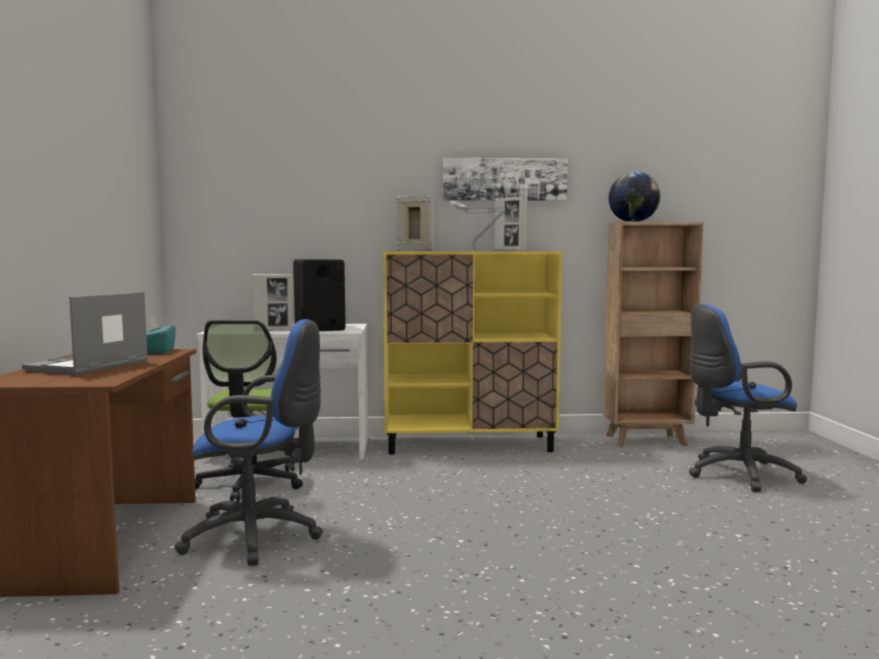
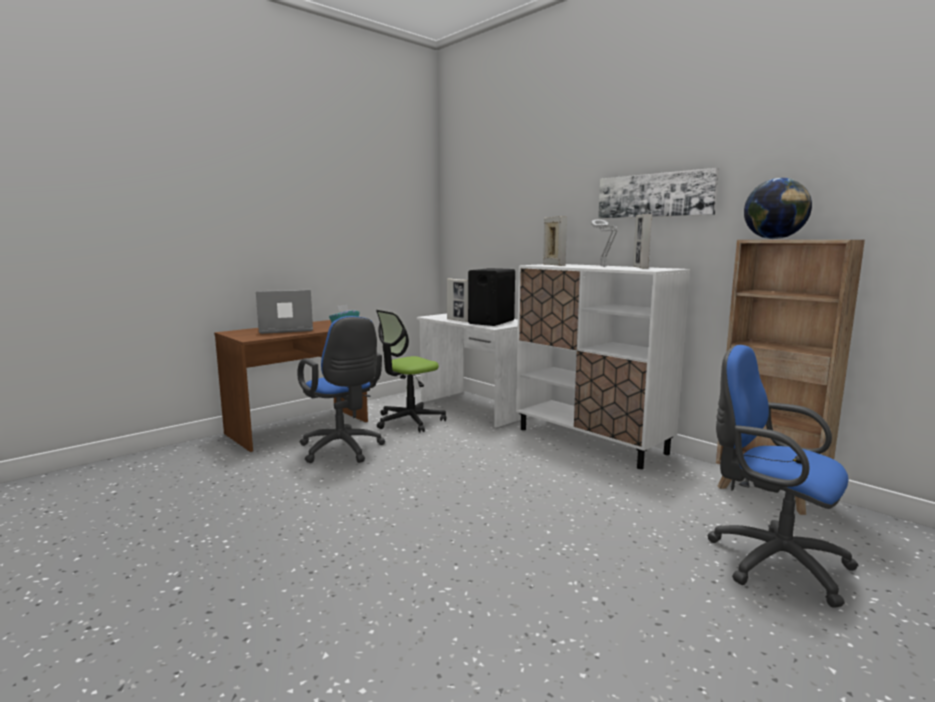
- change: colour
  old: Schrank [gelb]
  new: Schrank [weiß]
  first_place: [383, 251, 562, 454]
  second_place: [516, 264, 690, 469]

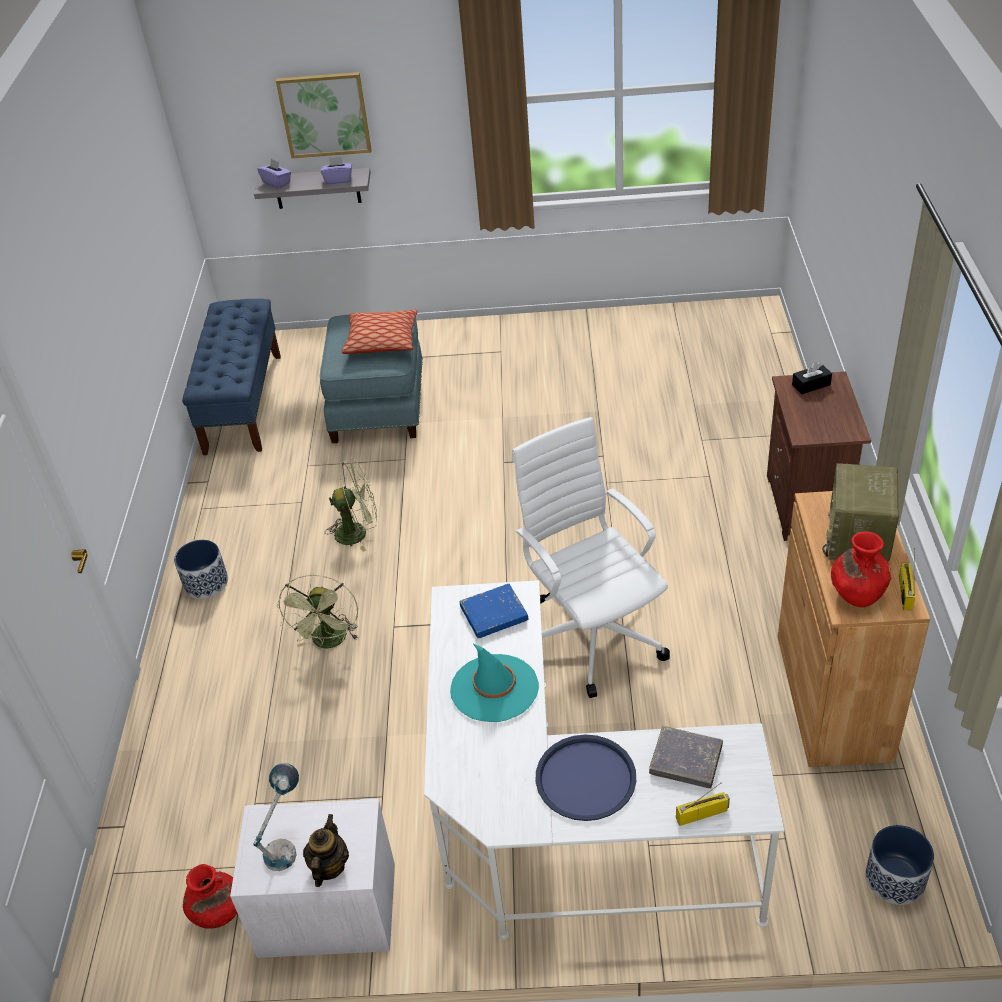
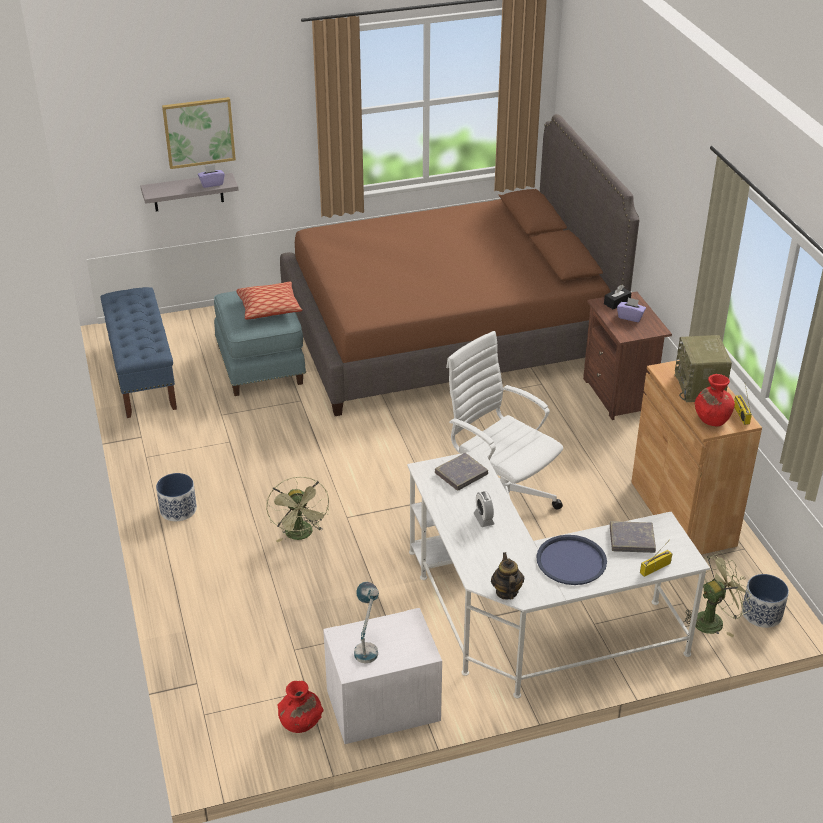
- change: appeared
  new: Bett [braun]
  second_place: [280, 114, 639, 416]
- change: colour
  old: Buch [blau]
  new: Buch [grau]
  first_place: [459, 584, 529, 638]
  second_place: [435, 453, 488, 491]
- change: exchanged
  old: Hut [türkis]
  new: Wecker
  first_place: [450, 644, 539, 722]
  second_place: [474, 491, 495, 527]
- change: relocated
  old: Teekanne
  first_place: [303, 814, 349, 887]
  second_place: [491, 552, 524, 599]
- change: relocated
  old: Taschentuchbox [lila]
  first_place: [257, 159, 291, 189]
  second_place: [617, 297, 646, 322]
- change: relocated
  old: Ventilator [grün]
  first_place: [325, 458, 377, 552]
  second_place: [683, 552, 752, 637]

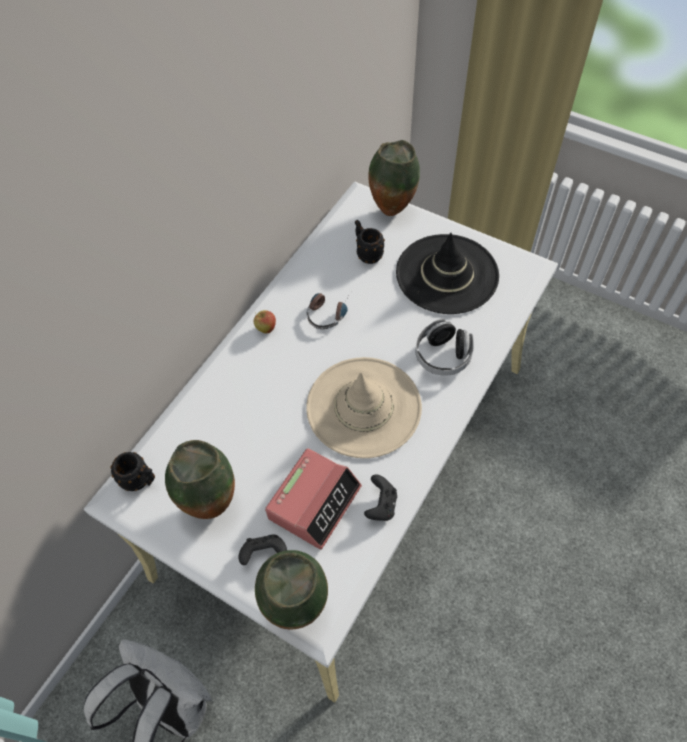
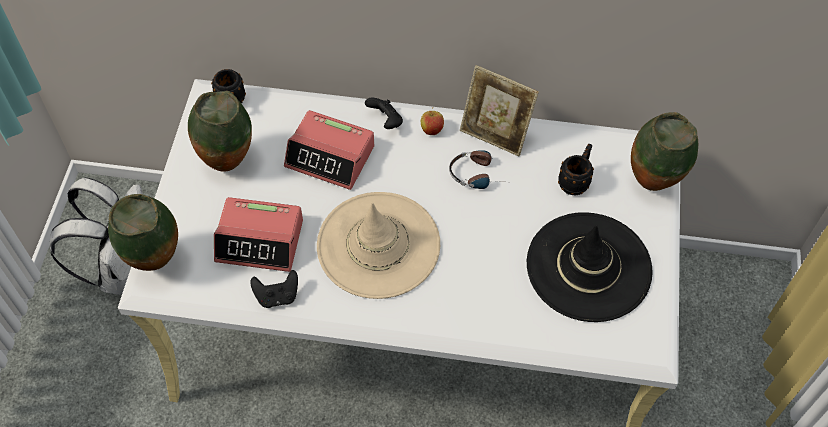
- change: appeared
  new: Wecker
  second_place: [284, 110, 374, 190]
- change: relocated
  old: Gamepad [schwarz]
  first_place: [239, 535, 287, 565]
  second_place: [365, 98, 403, 129]
- change: appeared
  new: Bilderrahmen
  second_place: [460, 65, 539, 156]
- change: missing
  old: Kopfhörer
  first_place: [415, 319, 474, 376]

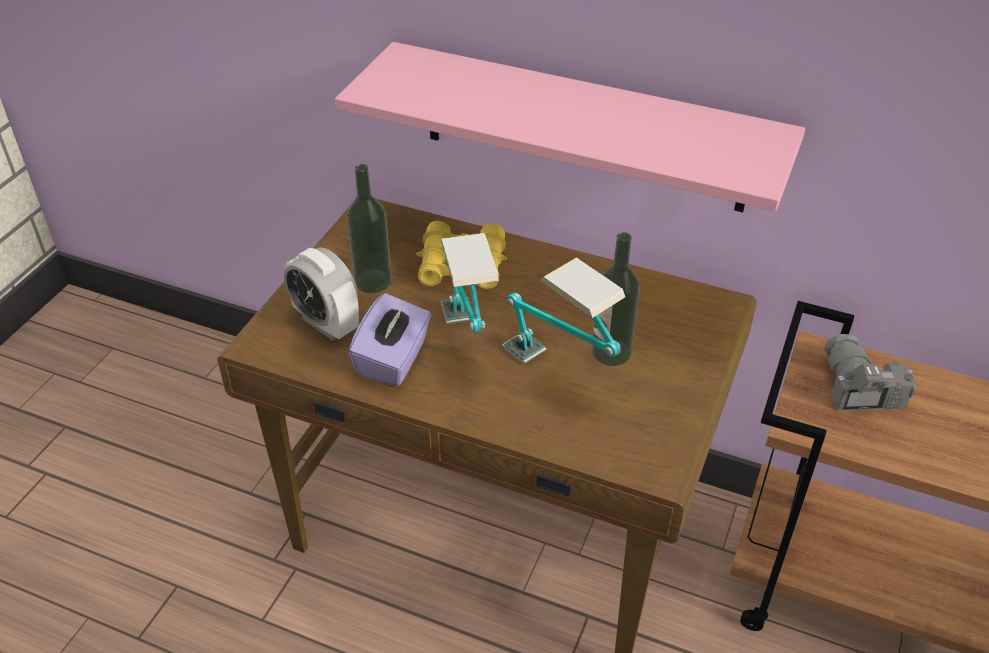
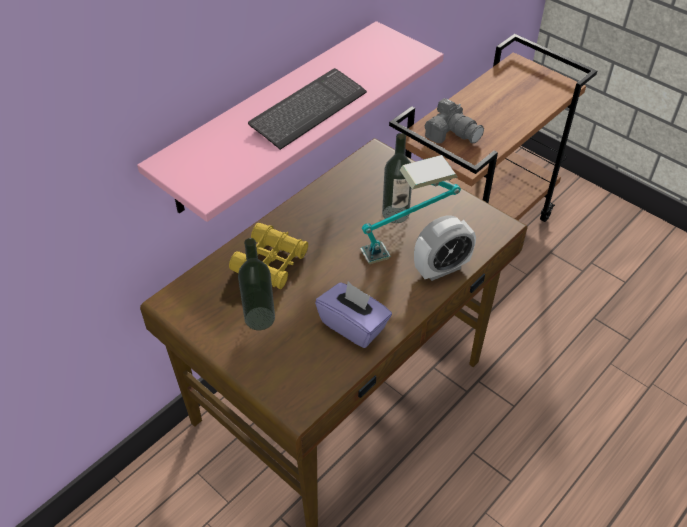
- change: appeared
  new: Tastatur
  second_place: [248, 68, 367, 150]
- change: relocated
  old: Wecker
  first_place: [284, 247, 359, 341]
  second_place: [414, 215, 476, 281]
- change: spun
  old: Kamera
  first_place: [824, 334, 916, 411]
  second_place: [425, 98, 484, 143]
  degrees: -150
- change: missing
  old: Tischlampe
  first_place: [441, 233, 499, 334]

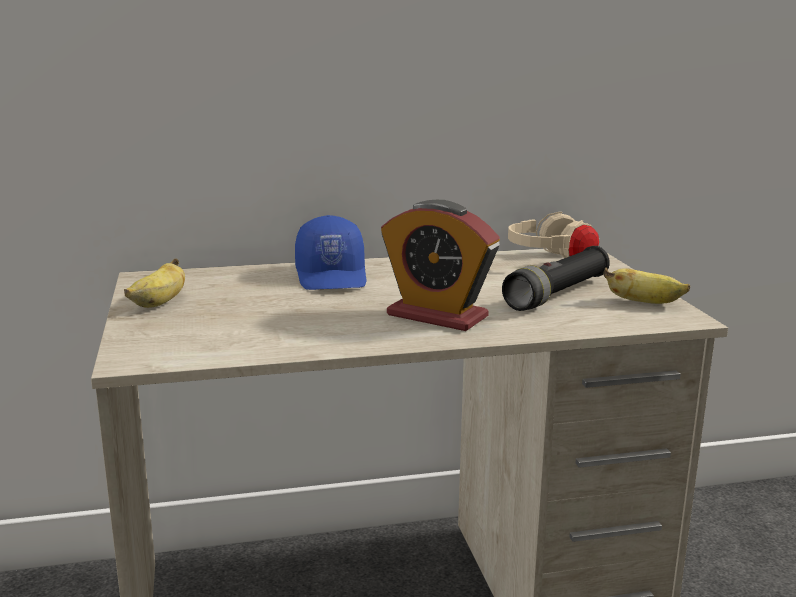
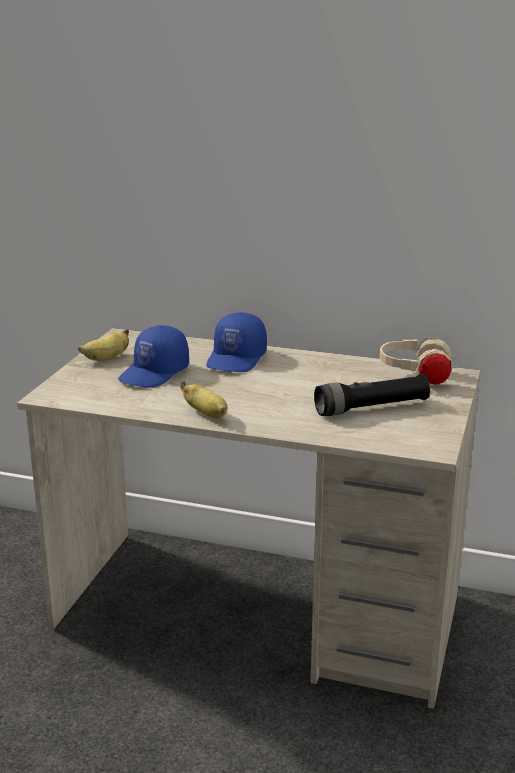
- change: appeared
  new: Kappe [blau]
  second_place: [118, 325, 189, 388]
- change: relocated
  old: Banane
  first_place: [603, 268, 690, 304]
  second_place: [180, 381, 228, 418]
- change: missing
  old: Wecker
  first_place: [381, 200, 500, 331]

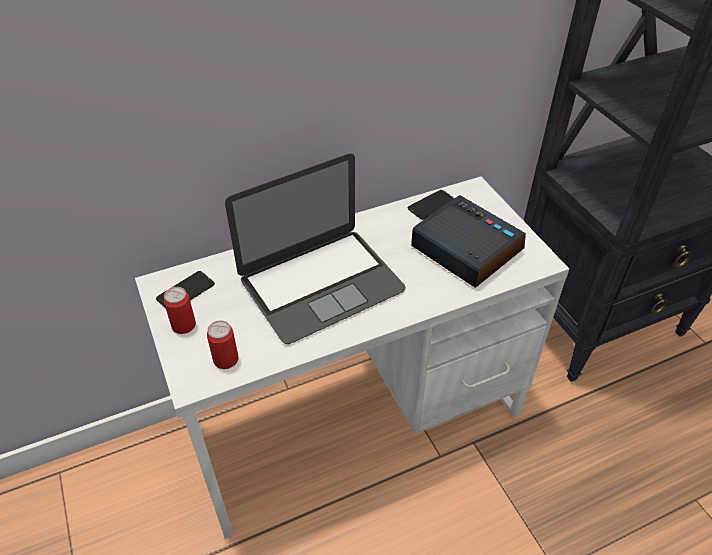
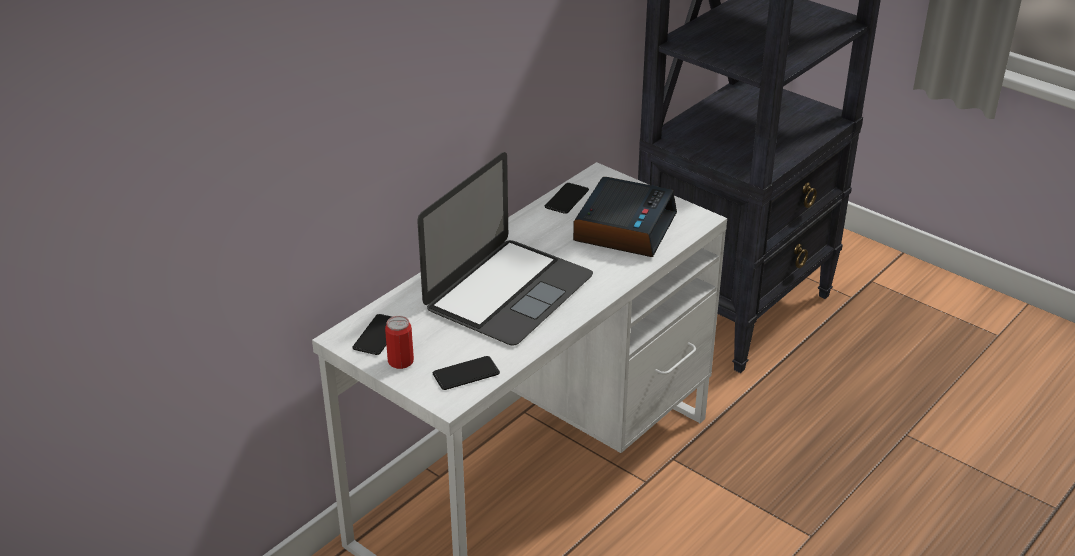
- change: exchanged
  old: Dose
  new: Handy
  first_place: [207, 320, 238, 369]
  second_place: [433, 356, 500, 390]
- change: spun
  old: Wecker
  first_place: [411, 195, 526, 288]
  second_place: [573, 177, 677, 257]
  degrees: 90

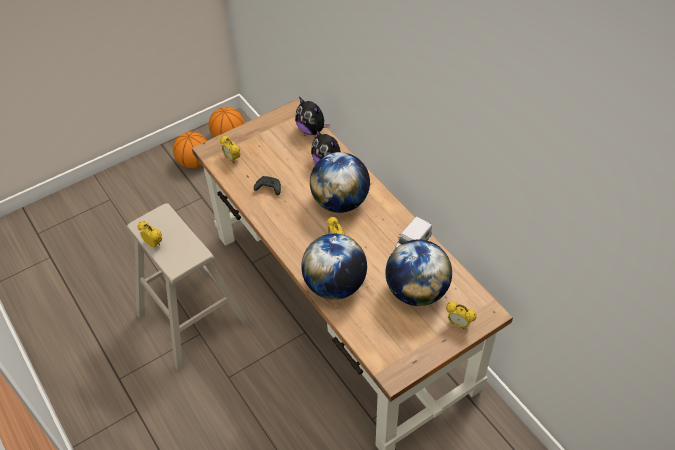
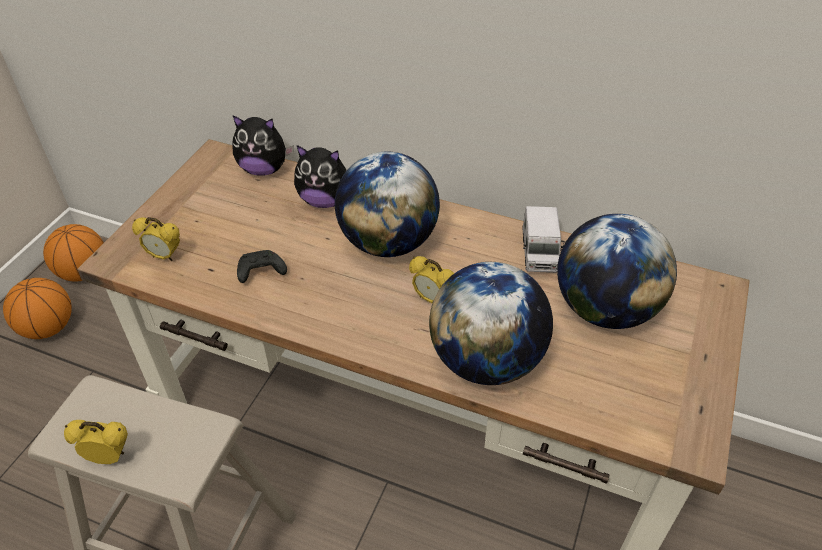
- change: missing
  old: Wecker
  first_place: [446, 301, 477, 329]

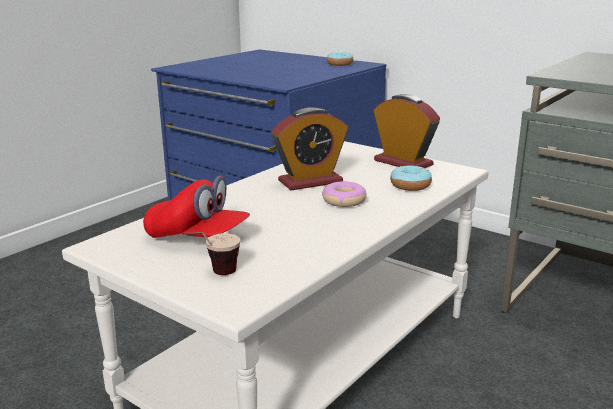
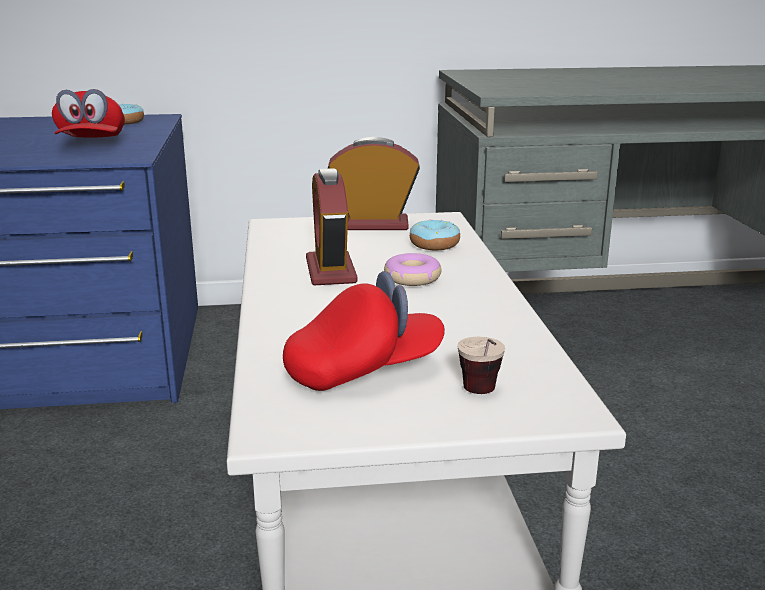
- change: appeared
  new: Kappe [rot]
  second_place: [52, 89, 125, 137]
- change: spun
  old: Wecker
  first_place: [271, 108, 348, 190]
  second_place: [306, 168, 358, 285]
  degrees: 150

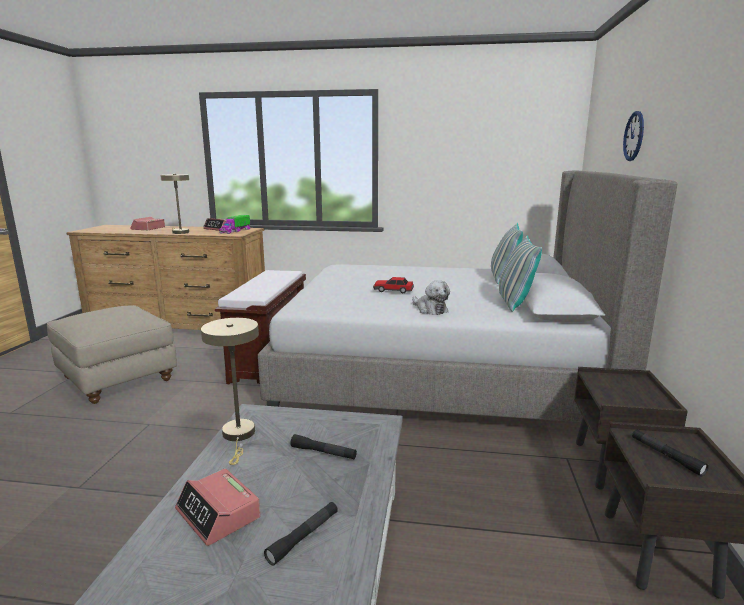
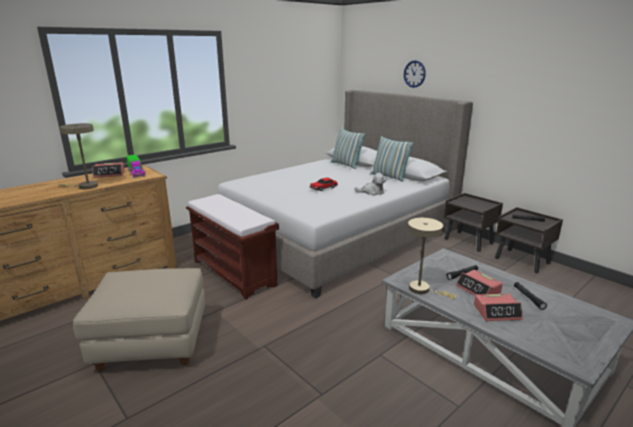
- change: relocated
  old: Wecker
  first_place: [130, 217, 165, 230]
  second_place: [456, 270, 503, 296]

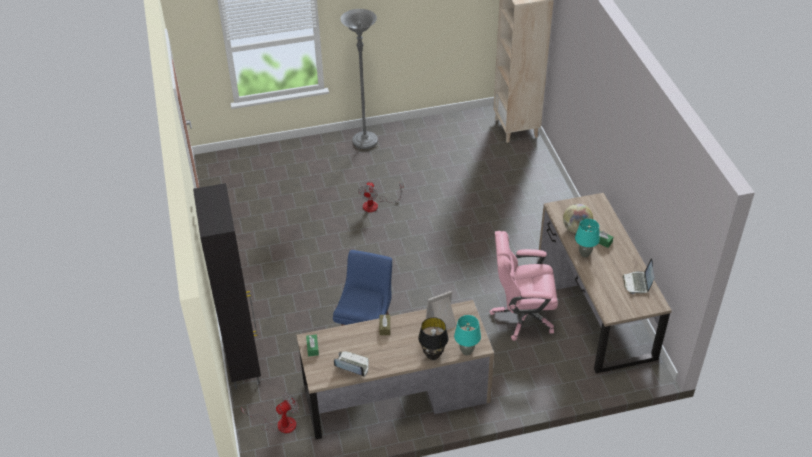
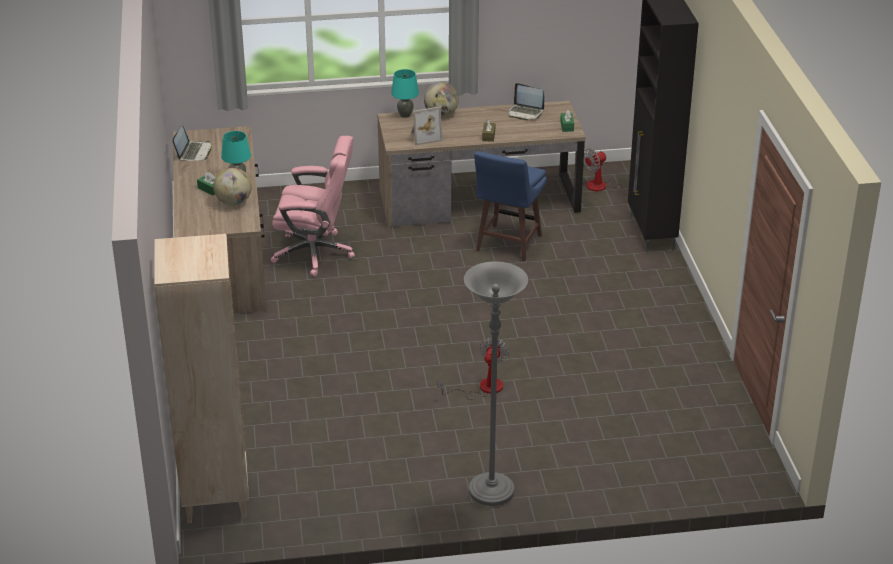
- change: exchanged
  old: Tischlampe [schwarz]
  new: Globus
  first_place: [418, 317, 448, 360]
  second_place: [424, 82, 459, 117]

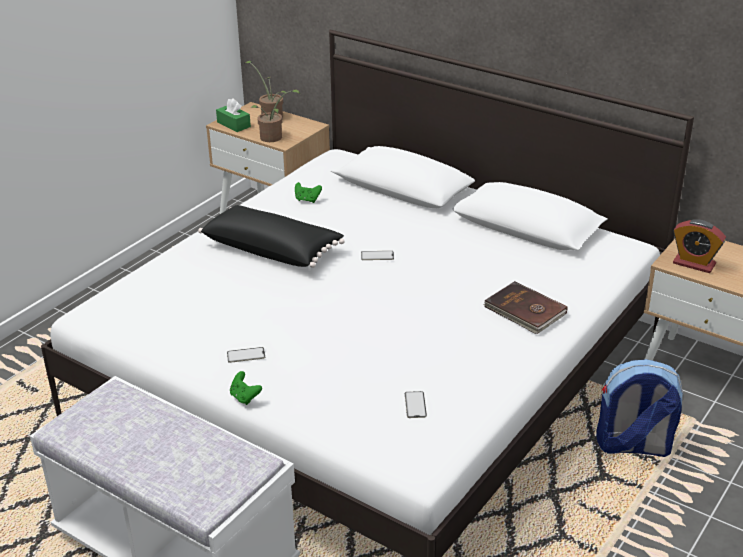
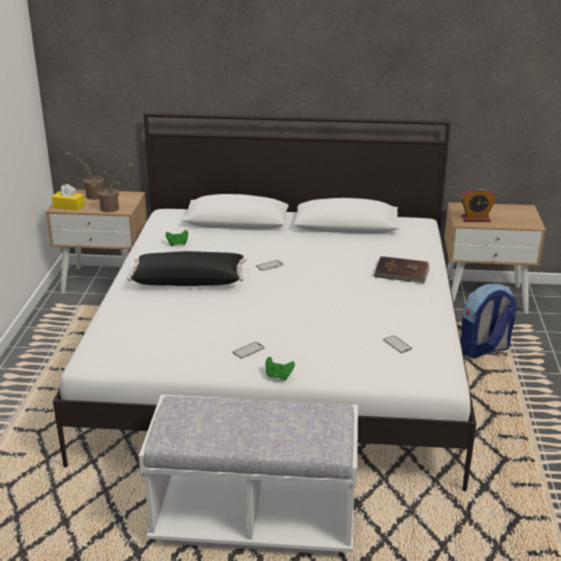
- change: colour
  old: Taschentuchbox [grün]
  new: Taschentuchbox [gelb]
  first_place: [216, 98, 251, 132]
  second_place: [52, 184, 85, 211]

